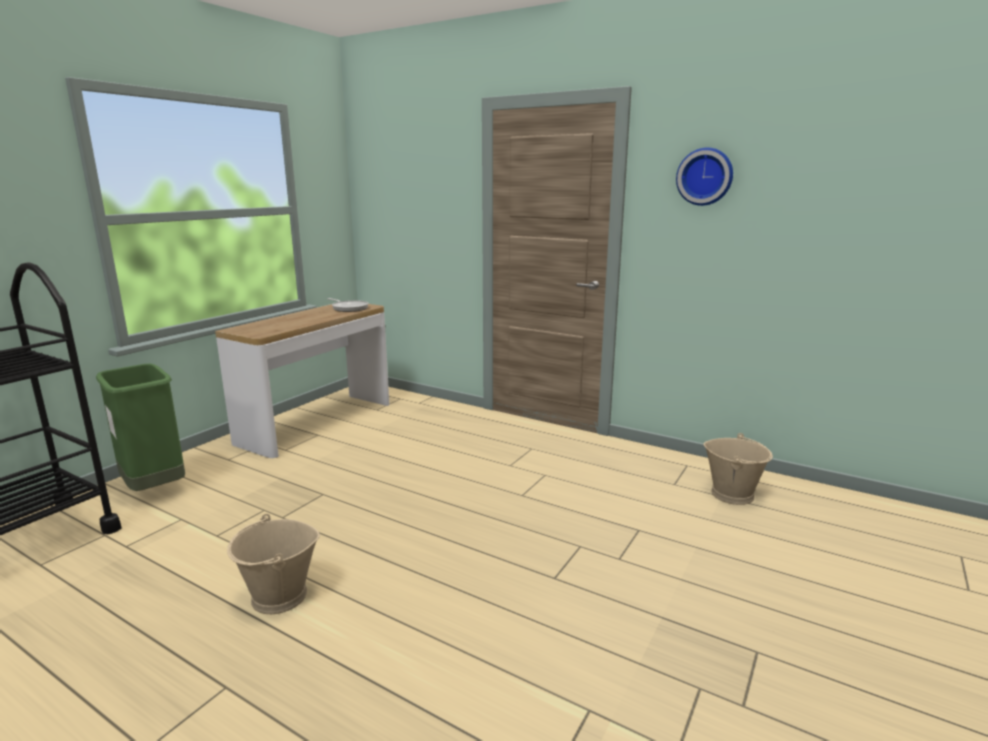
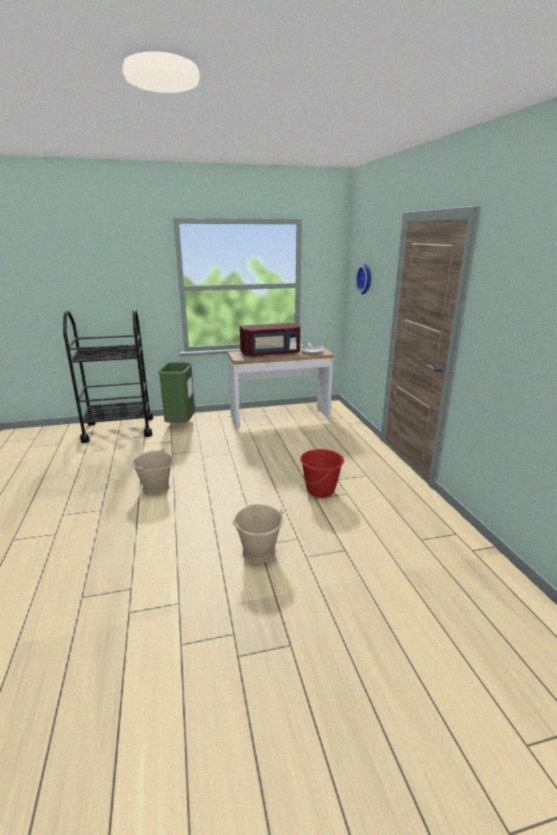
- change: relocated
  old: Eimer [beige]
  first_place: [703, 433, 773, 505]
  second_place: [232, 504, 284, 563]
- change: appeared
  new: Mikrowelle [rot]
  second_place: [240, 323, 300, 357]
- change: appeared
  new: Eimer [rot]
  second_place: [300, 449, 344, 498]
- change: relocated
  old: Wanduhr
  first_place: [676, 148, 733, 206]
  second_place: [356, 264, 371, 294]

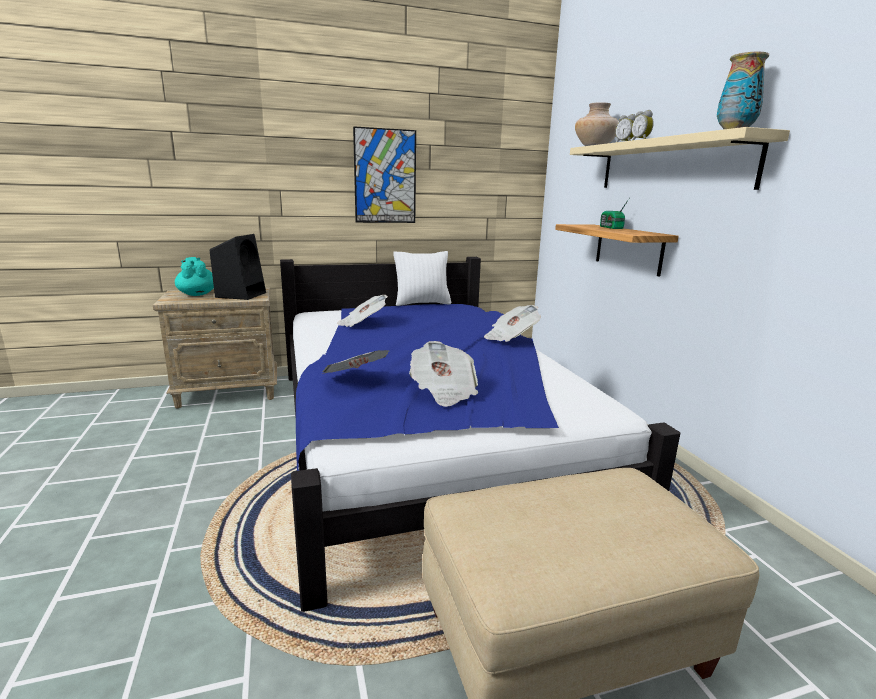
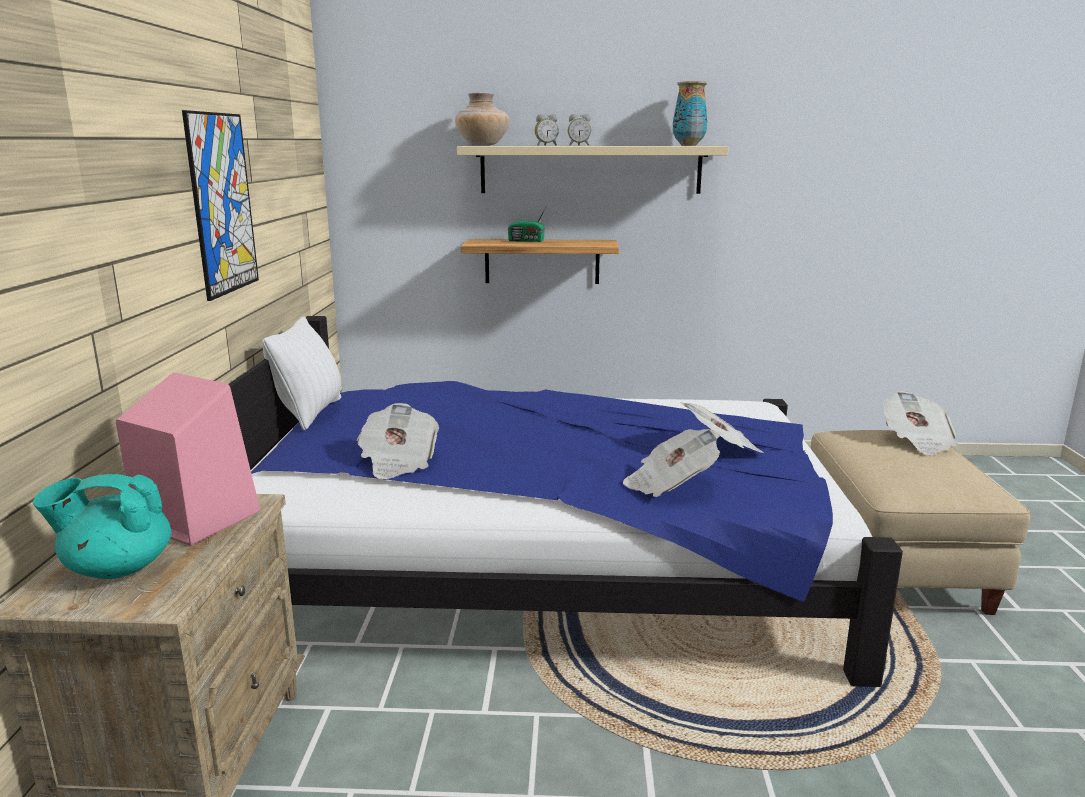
- change: colour
  old: Lautsprecher [schwarz]
  new: Lautsprecher [rosa]
  first_place: [210, 234, 266, 300]
  second_place: [116, 372, 260, 546]
- change: relocated
  old: Zeitung
  first_place: [484, 305, 541, 342]
  second_place: [883, 391, 958, 456]

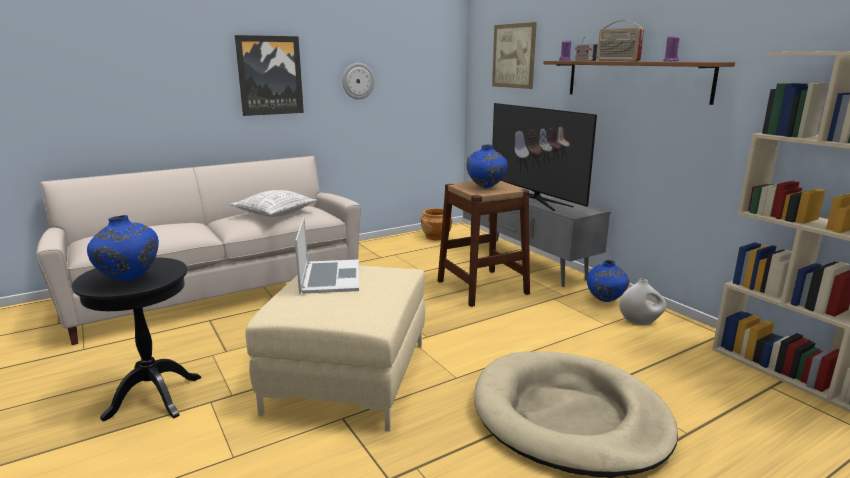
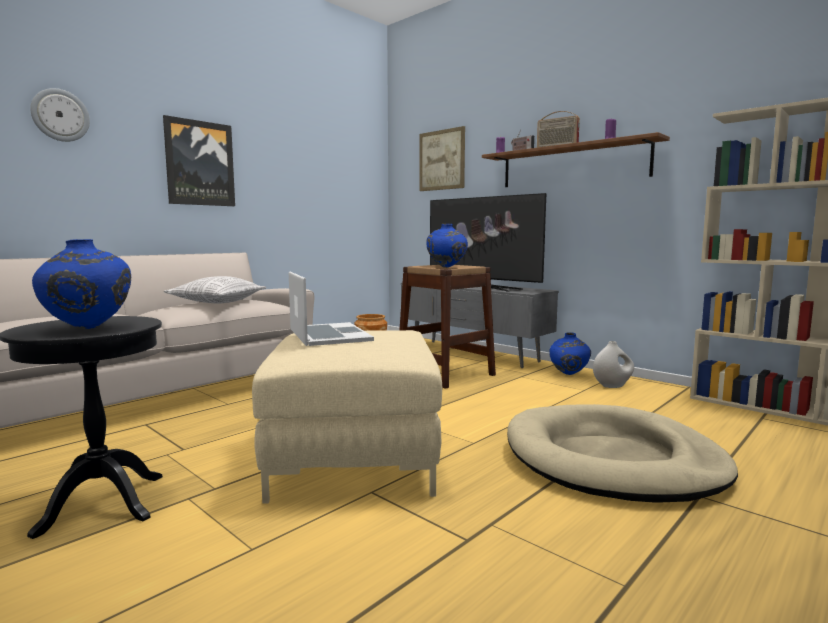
- change: relocated
  old: Wanduhr
  first_place: [342, 63, 375, 100]
  second_place: [30, 88, 90, 142]

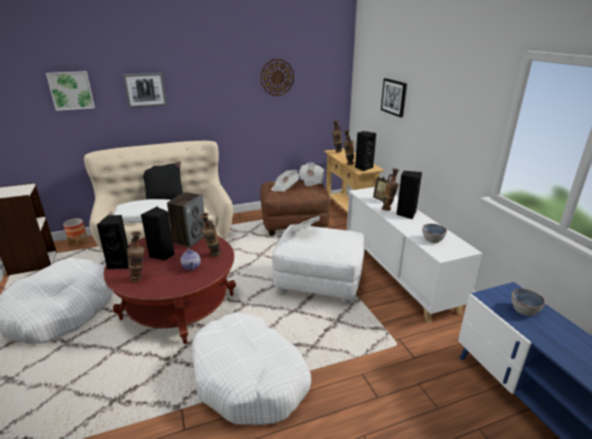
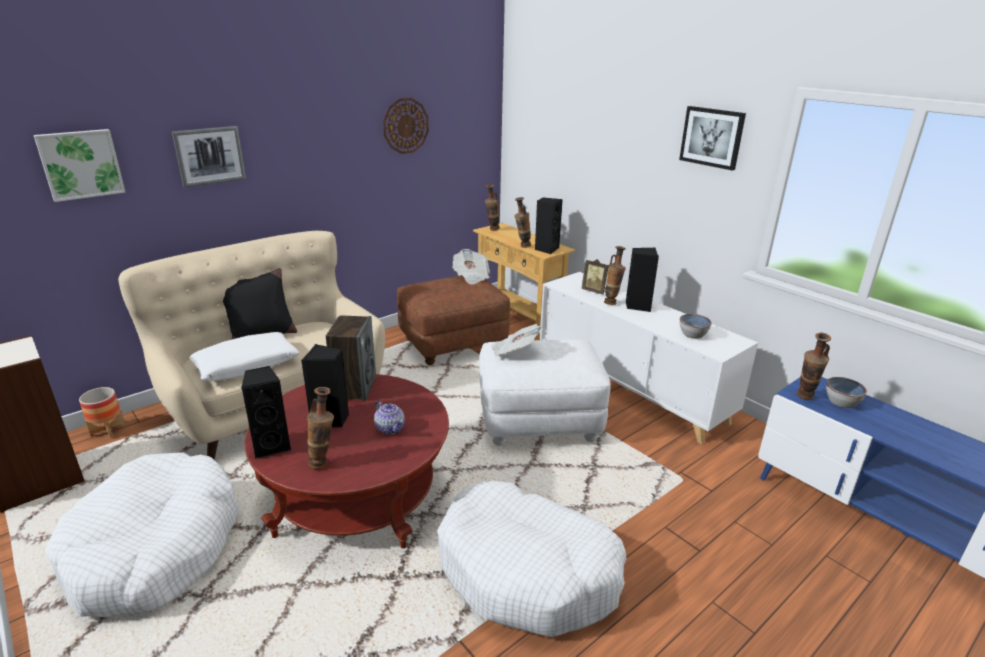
- change: relocated
  old: Bild
  first_place: [381, 78, 407, 117]
  second_place: [679, 106, 746, 171]
- change: relocated
  old: Vase
  first_place: [200, 213, 221, 257]
  second_place: [797, 333, 831, 400]
- change: missing
  old: Zeitung
  first_place: [271, 170, 299, 192]

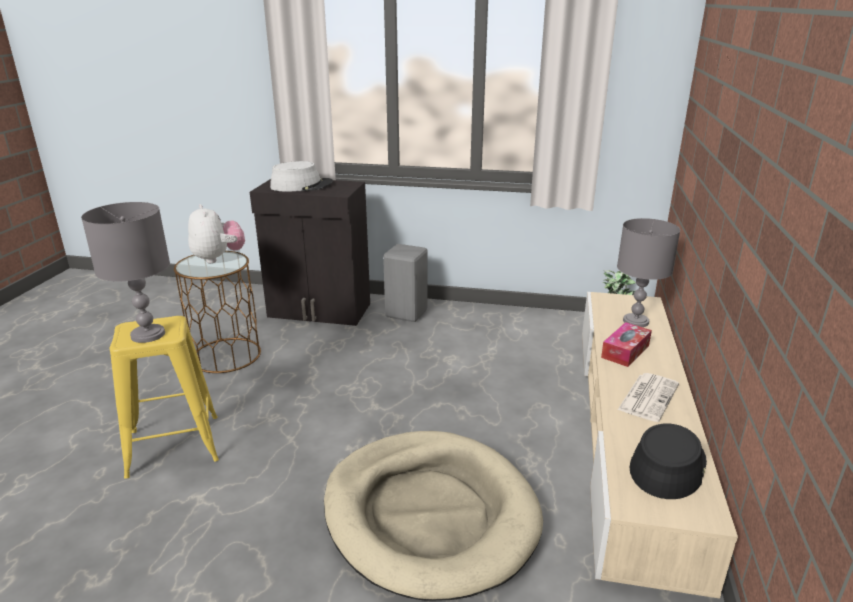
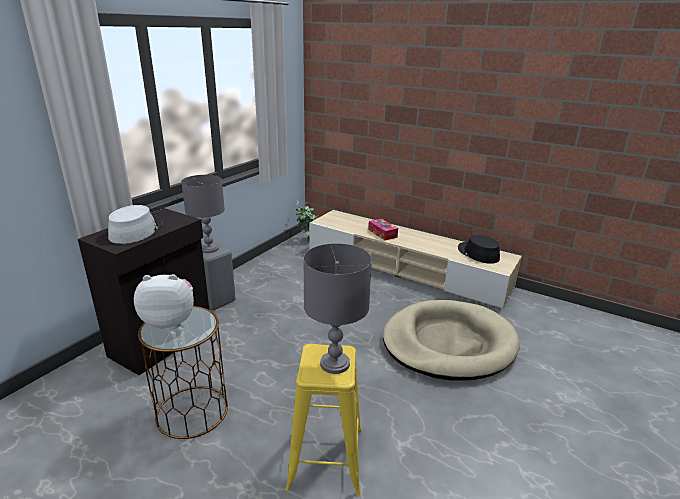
- change: relocated
  old: Tischlampe [grau]
  first_place: [617, 218, 680, 327]
  second_place: [181, 175, 225, 253]
- change: missing
  old: Zeitung
  first_place: [618, 373, 679, 422]

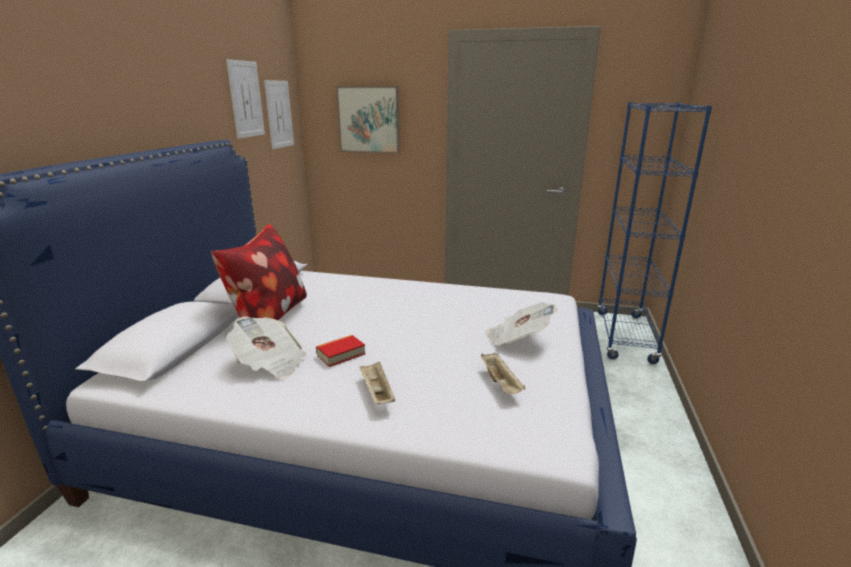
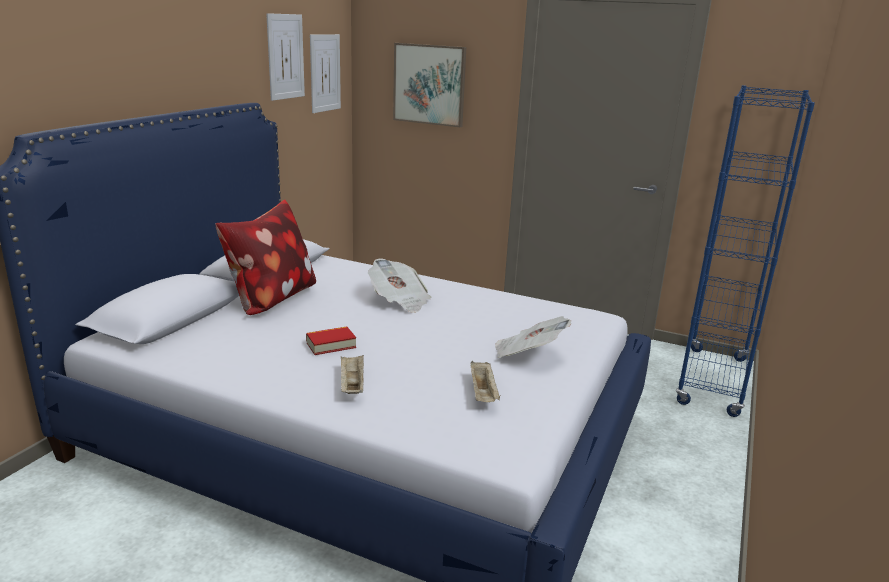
- change: relocated
  old: Zeitung
  first_place: [226, 317, 306, 379]
  second_place: [368, 258, 431, 313]

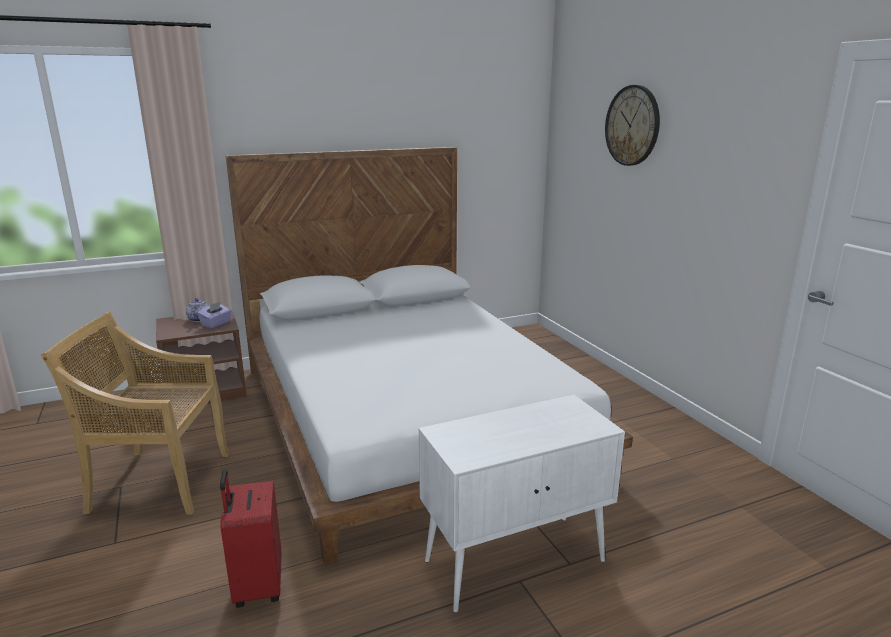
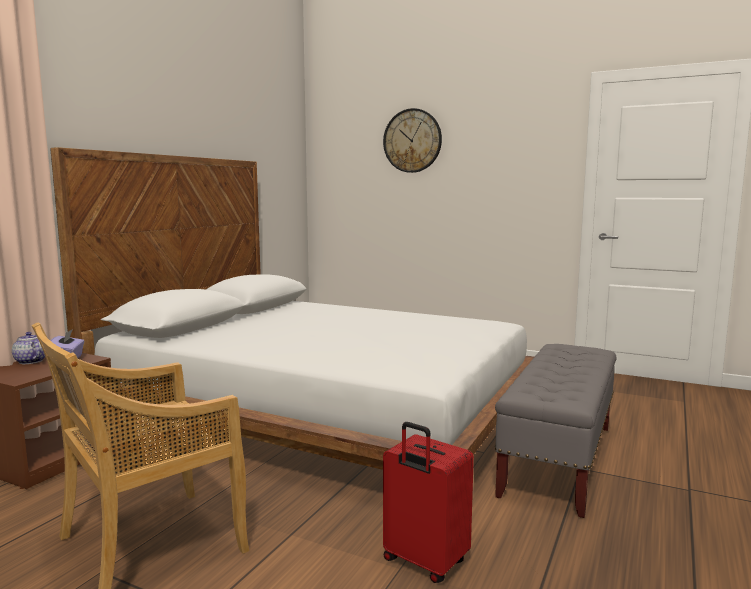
- change: exchanged
  old: Schrank [weiß]
  new: Bank [grau]
  first_place: [419, 395, 625, 613]
  second_place: [495, 344, 617, 518]

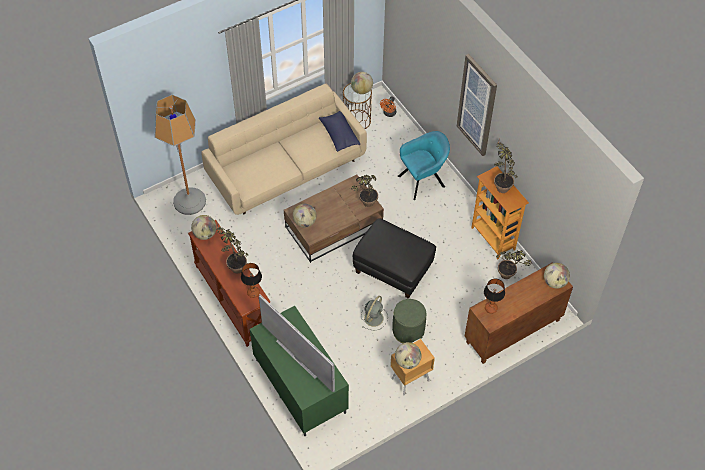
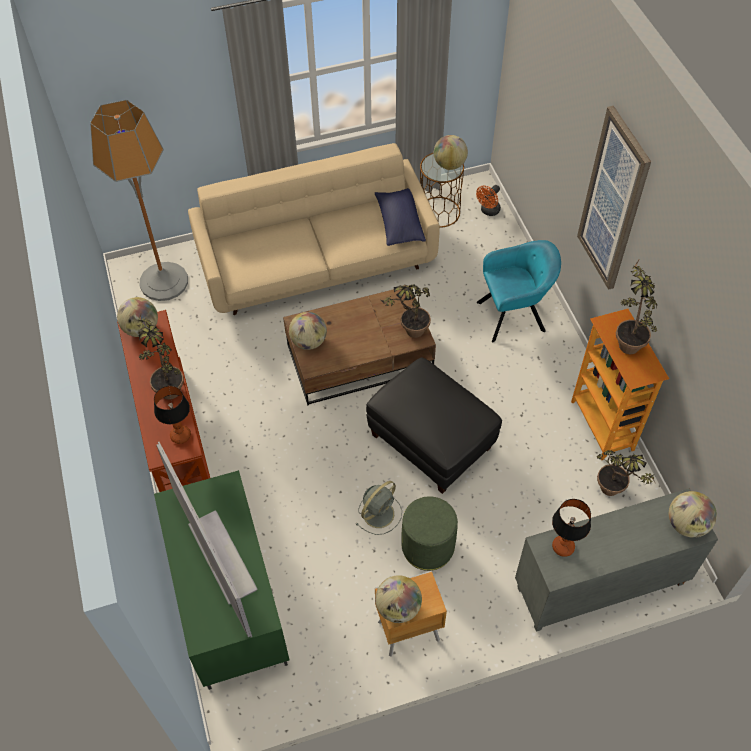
- change: colour
  old: Schrank [braun]
  new: Schrank [grau]
  first_place: [465, 263, 573, 364]
  second_place: [515, 488, 718, 632]

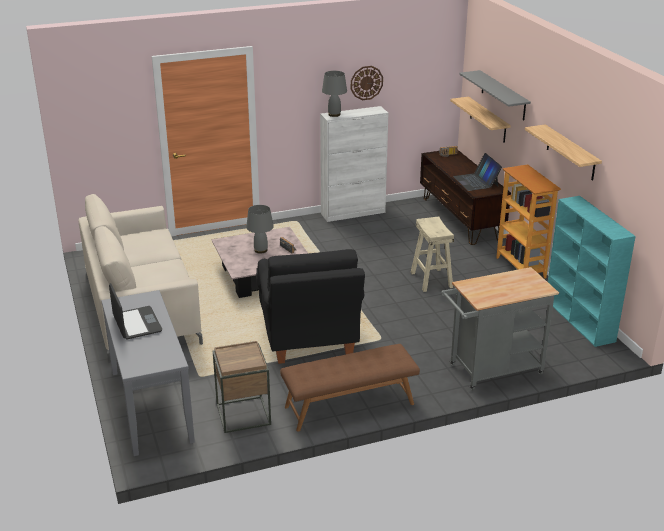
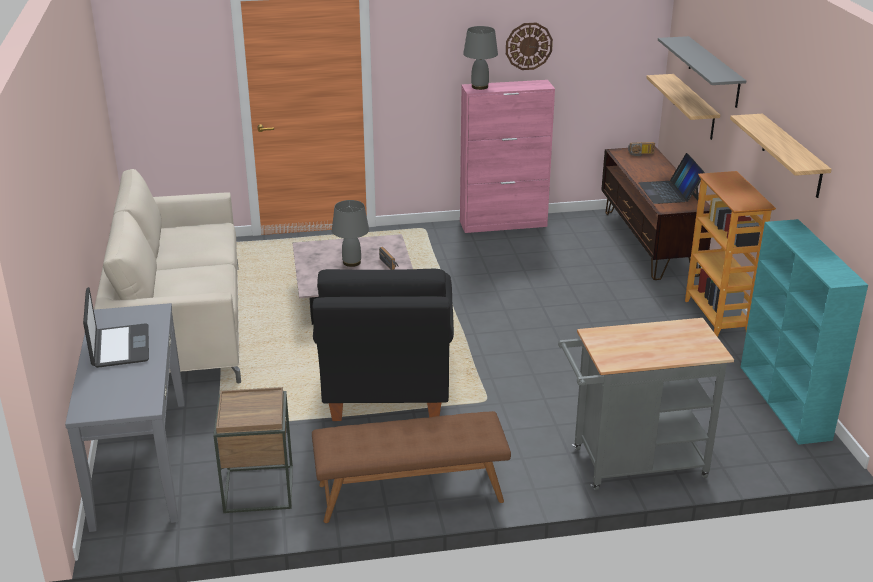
- change: colour
  old: Schrank [weiß]
  new: Schrank [rosa]
  first_place: [320, 106, 389, 222]
  second_place: [460, 80, 555, 233]
- change: missing
  old: Hocker [beige]
  first_place: [411, 216, 454, 292]

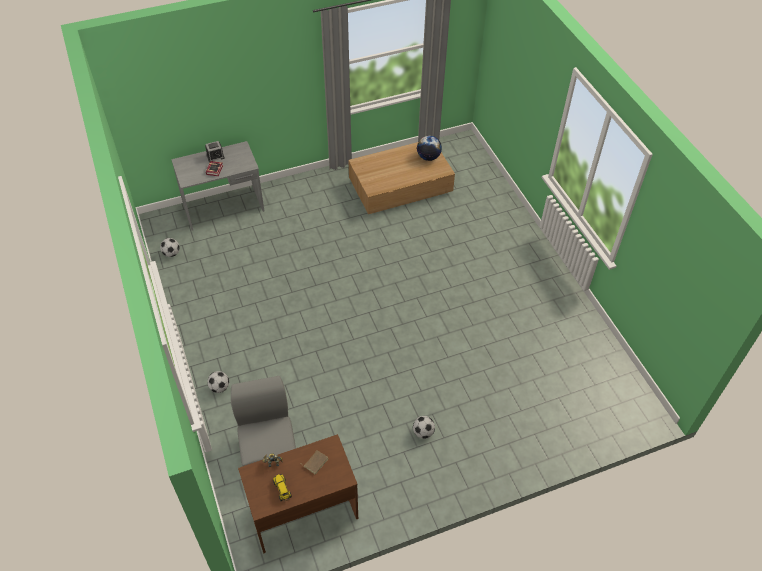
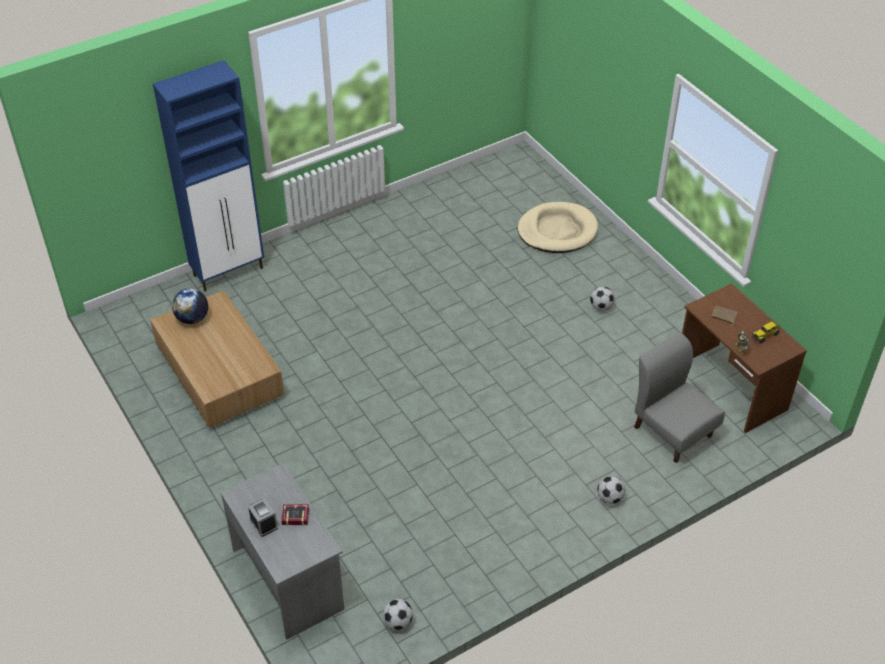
- change: appeared
  new: Schrank [blau]
  second_place: [153, 60, 264, 291]
- change: appeared
  new: Hundebett [beige]
  second_place: [518, 202, 598, 253]
- change: spun
  old: Stuhl [grau]
  first_place: [231, 376, 296, 467]
  second_place: [634, 332, 725, 463]
  degrees: 75

